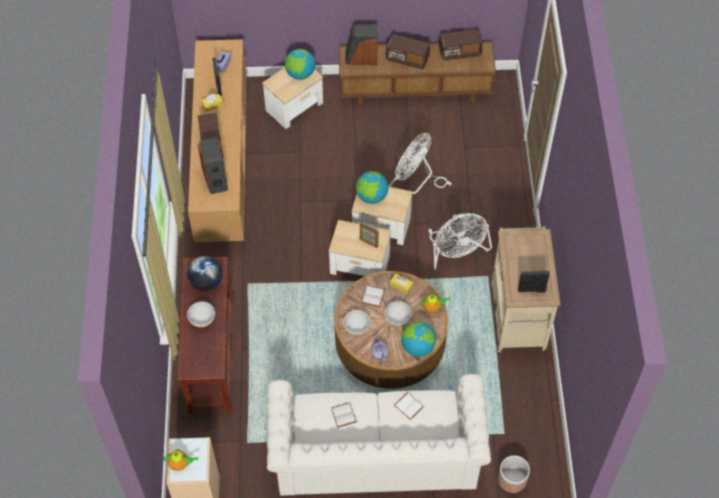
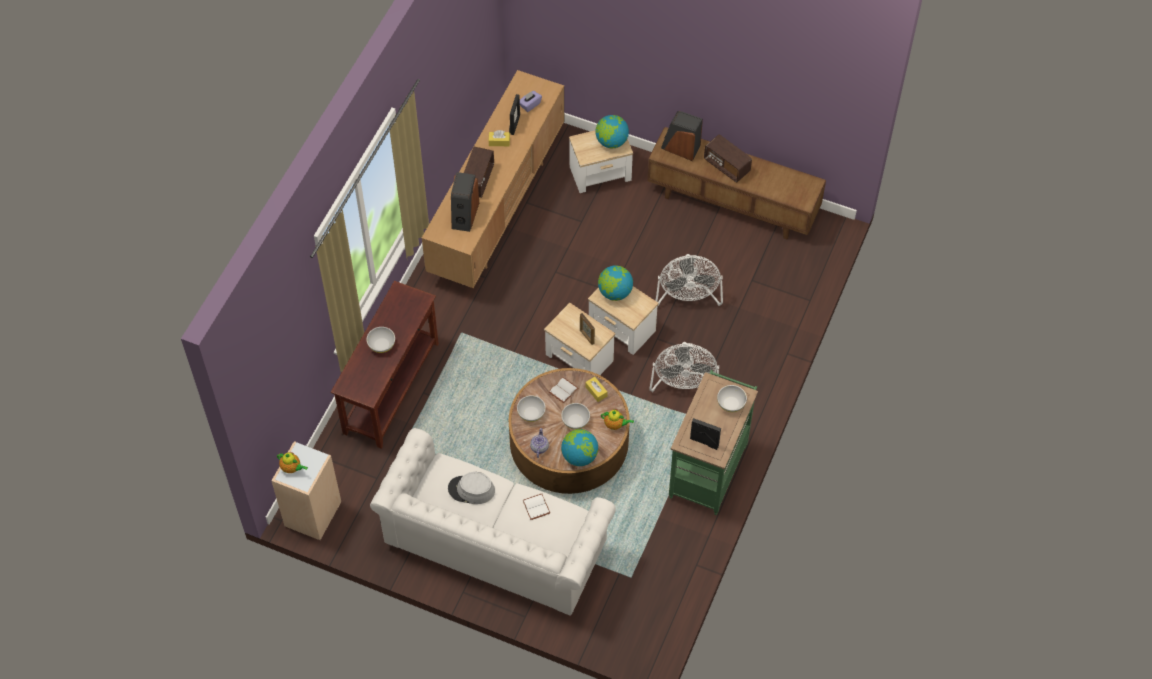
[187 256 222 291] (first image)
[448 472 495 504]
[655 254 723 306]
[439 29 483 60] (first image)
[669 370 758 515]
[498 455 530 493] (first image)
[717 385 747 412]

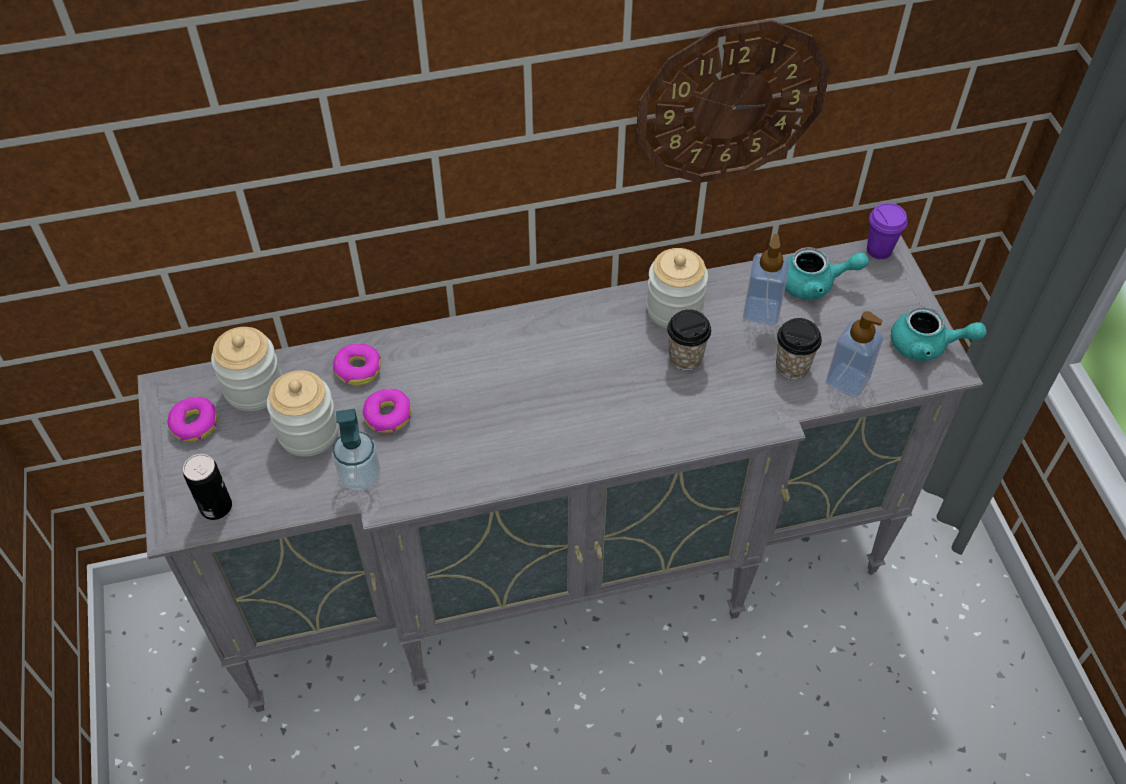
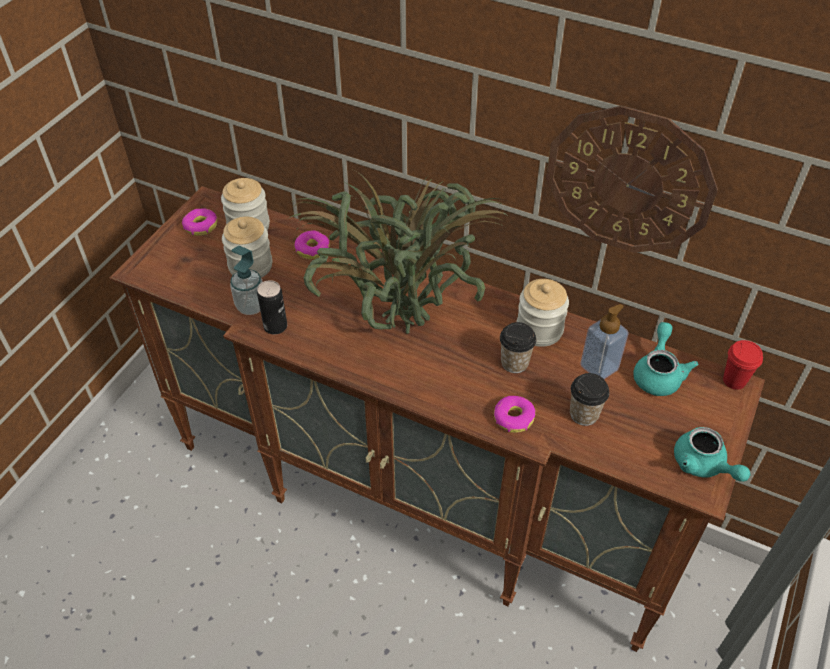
[109 186 765 652]
[257 280 287 335]
[494 396 535 433]
[633 322 698 396]
[826 311 884 398] (first image)
[723 340 763 390]
[289 172 510 334]

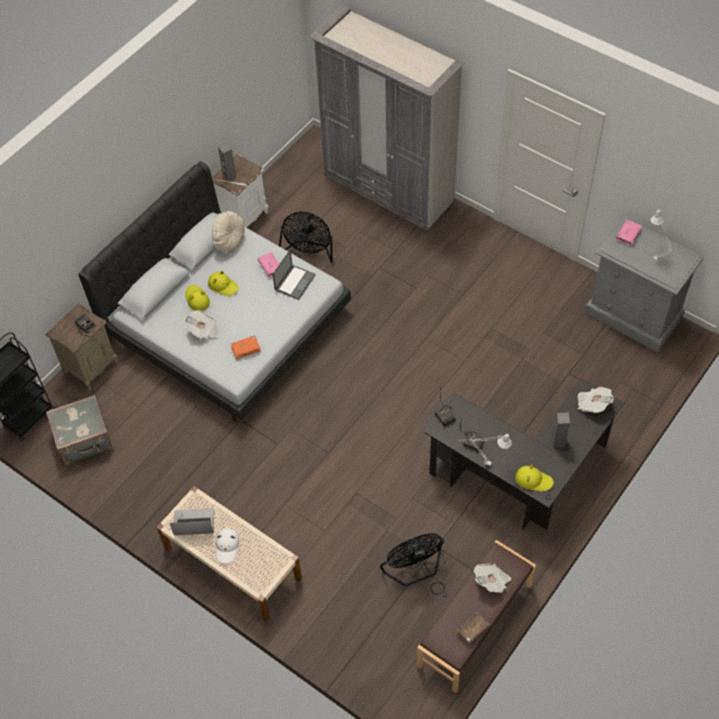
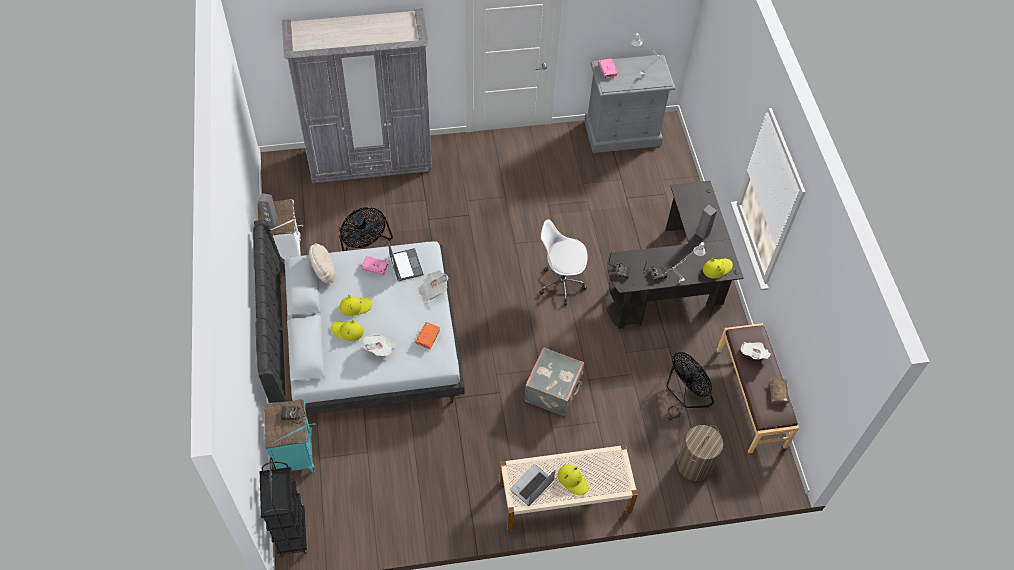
[264 399 316 472]
[524 347 585 416]
[558 464 589 495]
[667 352 714 420]
[417 270 449 301]
[539 219 588 306]
[677 425 723 481]

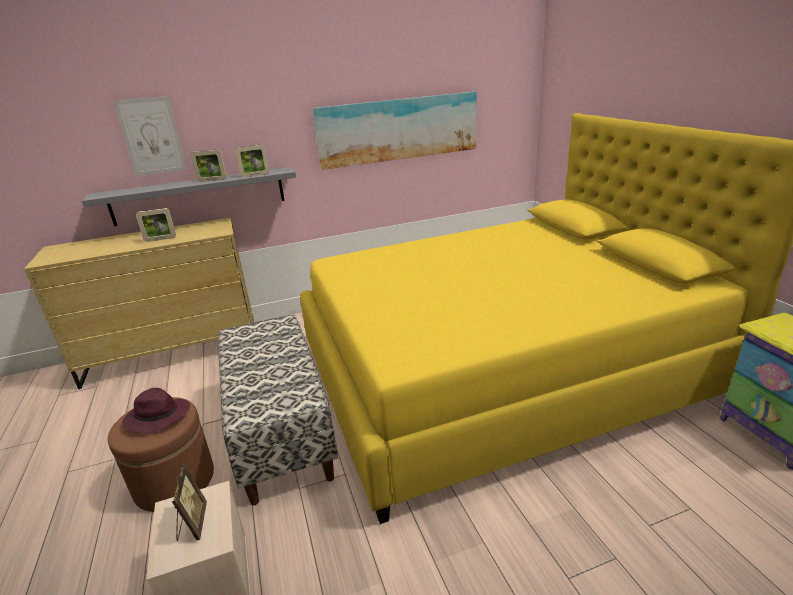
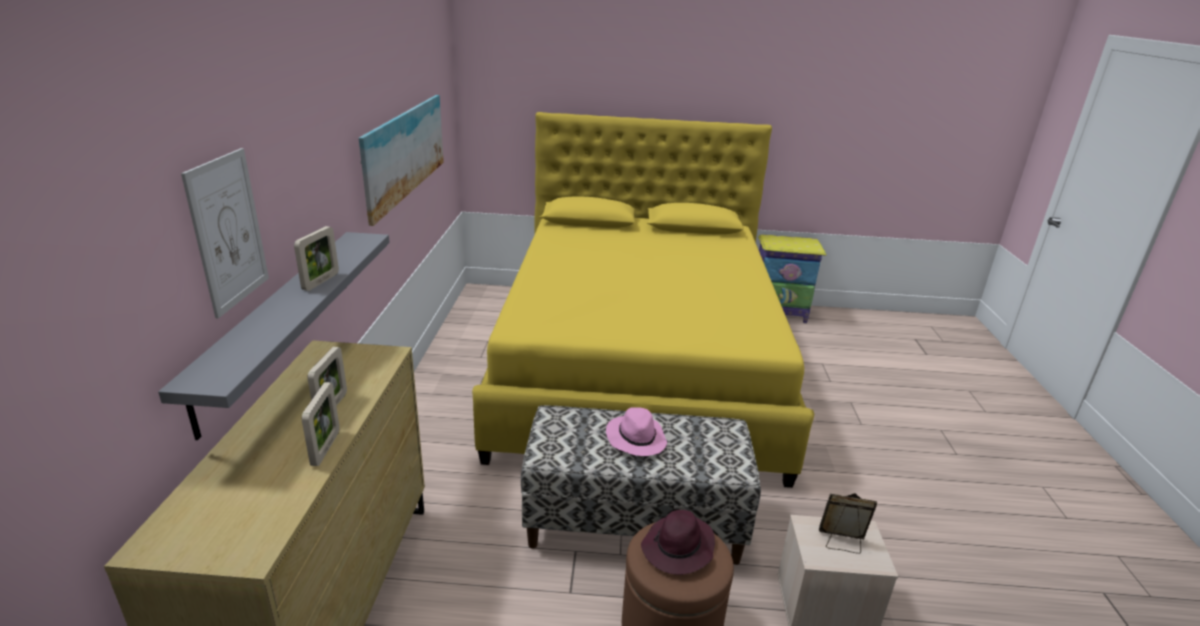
[302 382 340 466]
[606 407 667 456]

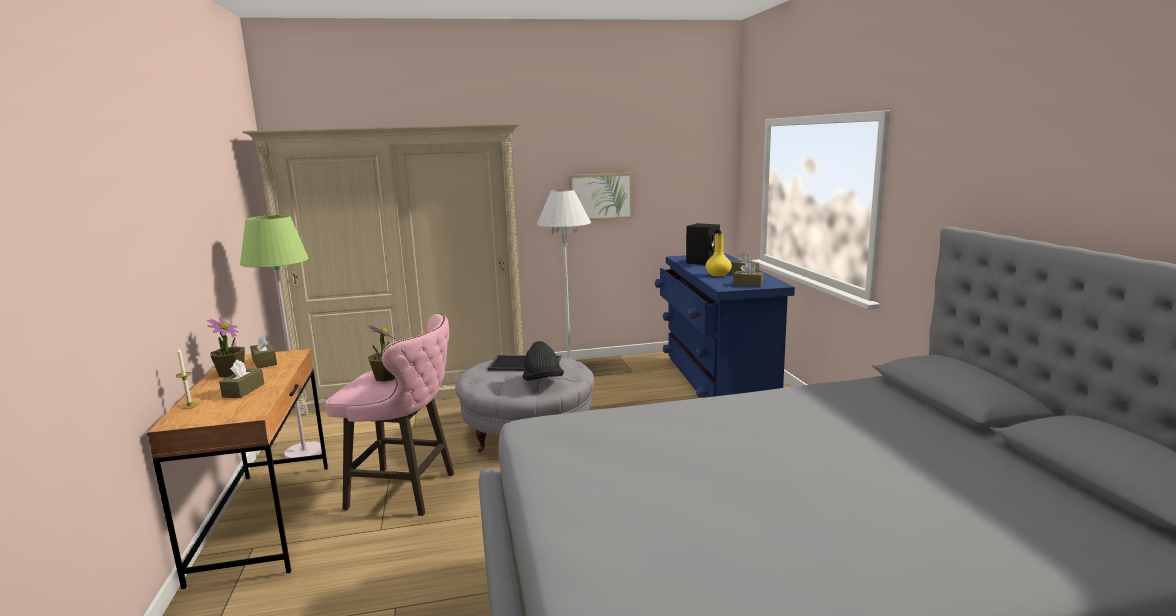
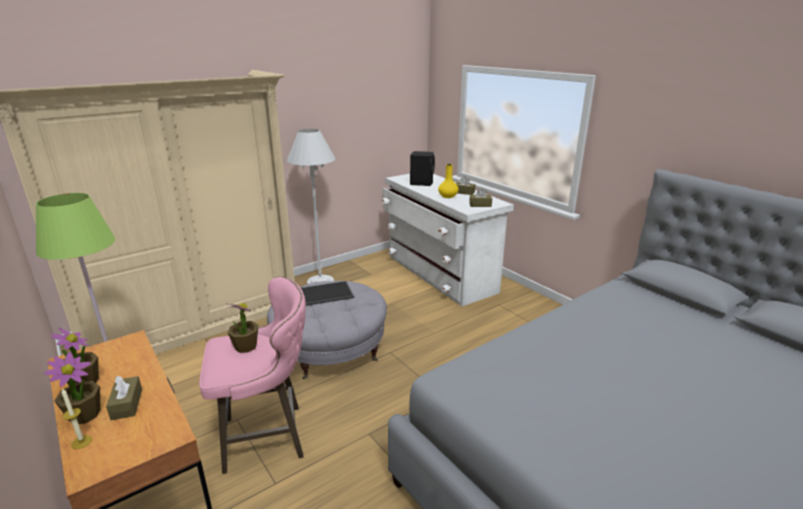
[250 334 277 369] (first image)
[522 341 564 381] (first image)
[569 173 633 221] (first image)
[382 174 514 306]
[44 352 101 424]

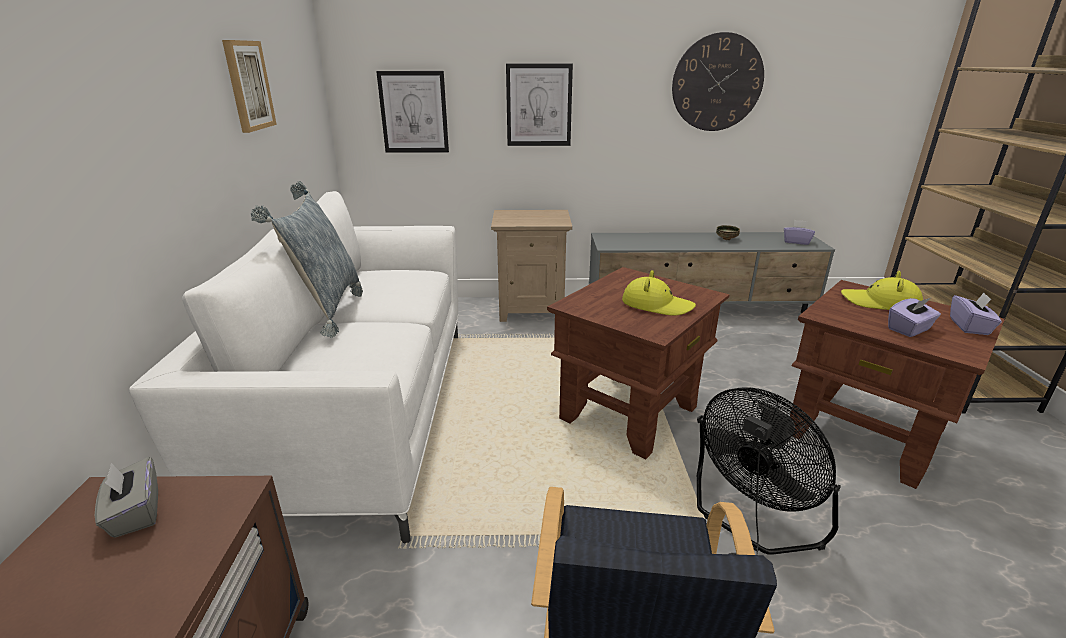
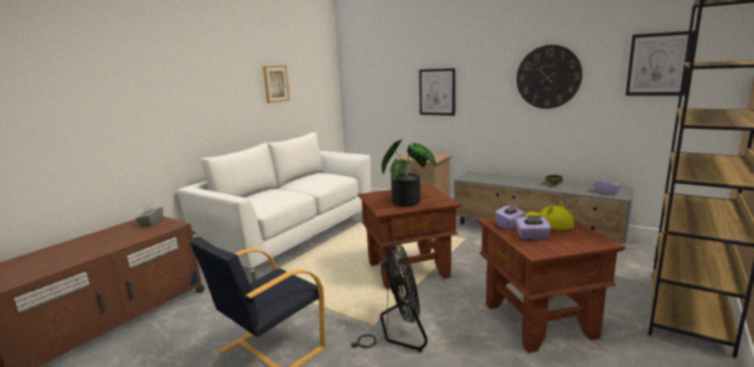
[251 181 363 338] (first image)
[625 31 695 96]
[381 140 436 207]
[495 204 526 229]

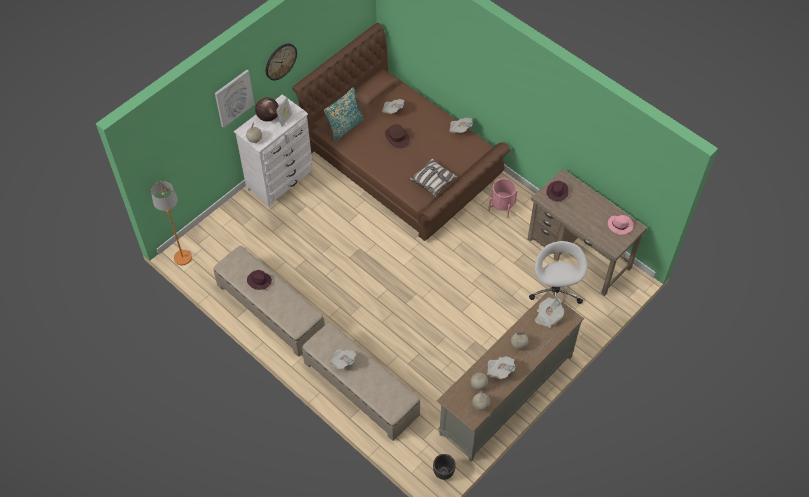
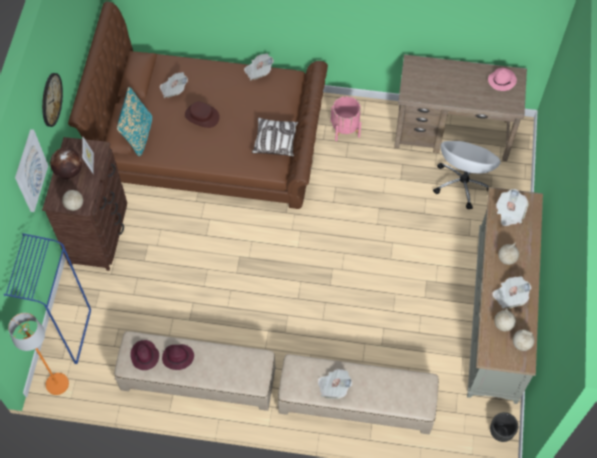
[42 137 127 271]
[433 141 501 209]
[130 340 159 370]
[4 233 91 364]

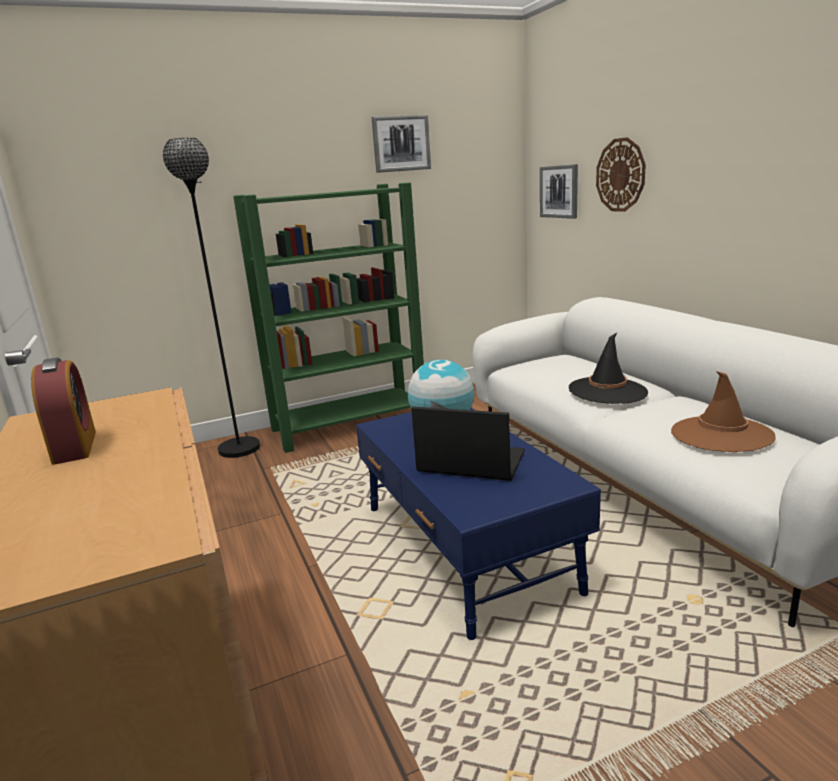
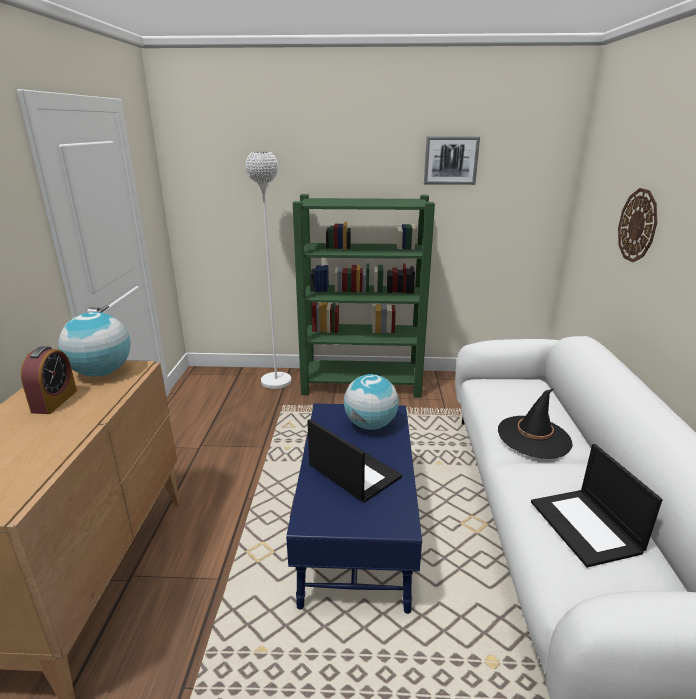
[245 152 291 389]
[540 164 578 219] (first image)
[531 444 663 567]
[58 312 130 377]

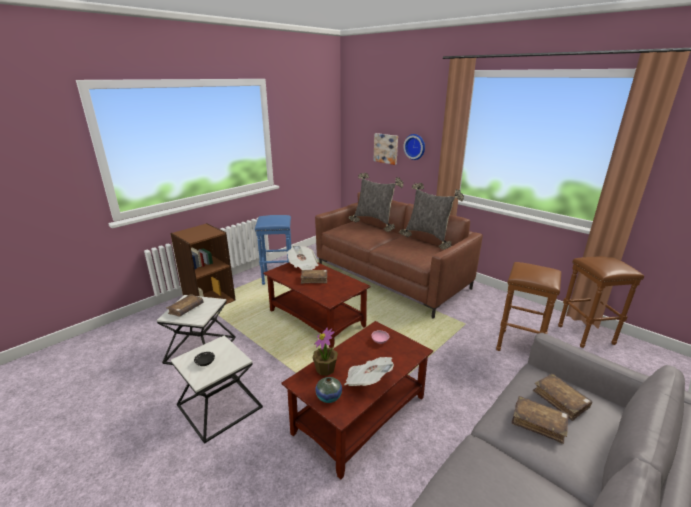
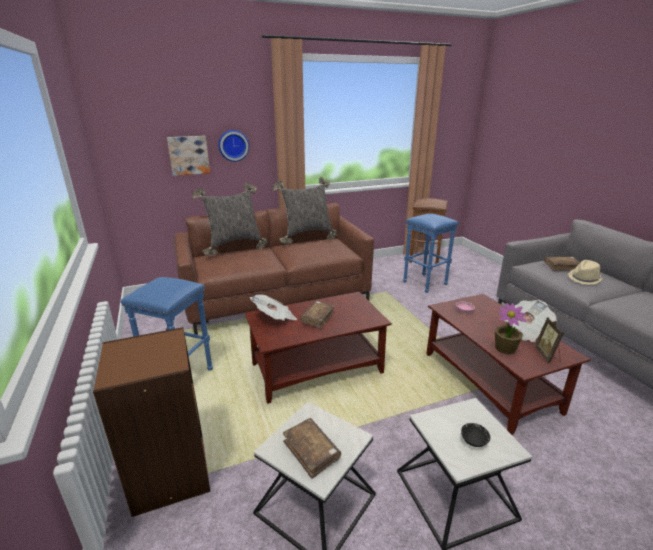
[535 317 564 363]
[403 213 458 293]
[568 260 603 285]

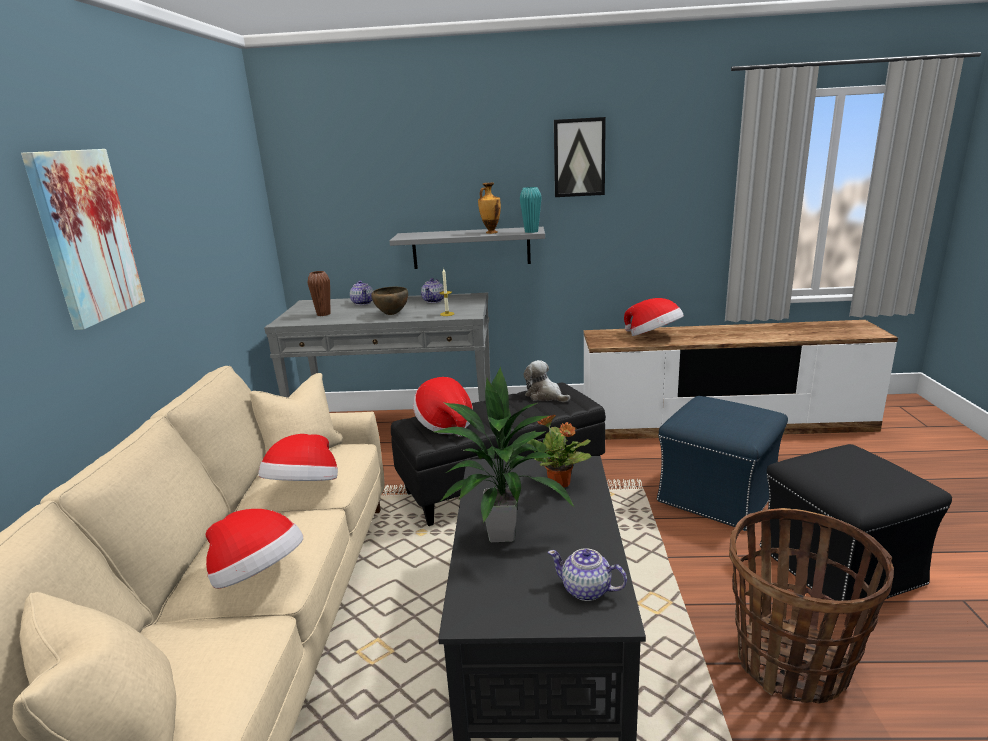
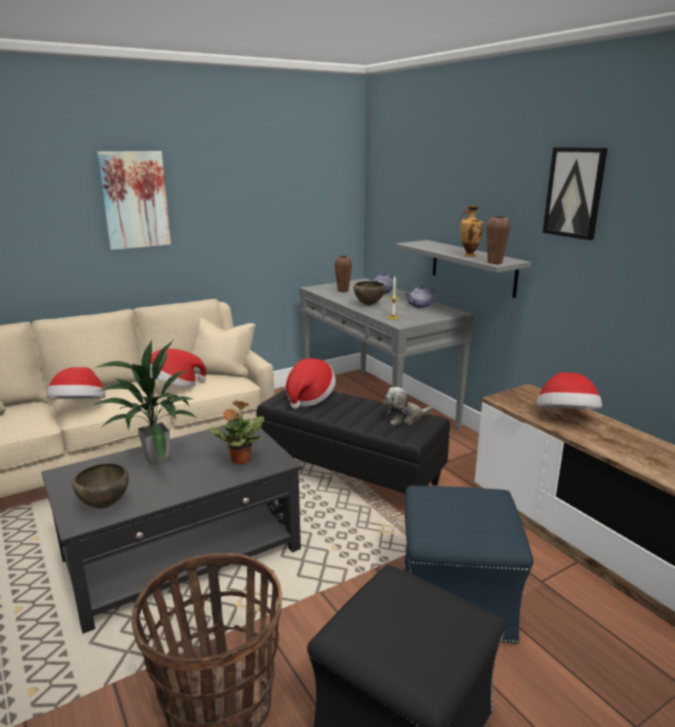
[487 216 510 264]
[384 387 432 426]
[72 463 129 508]

